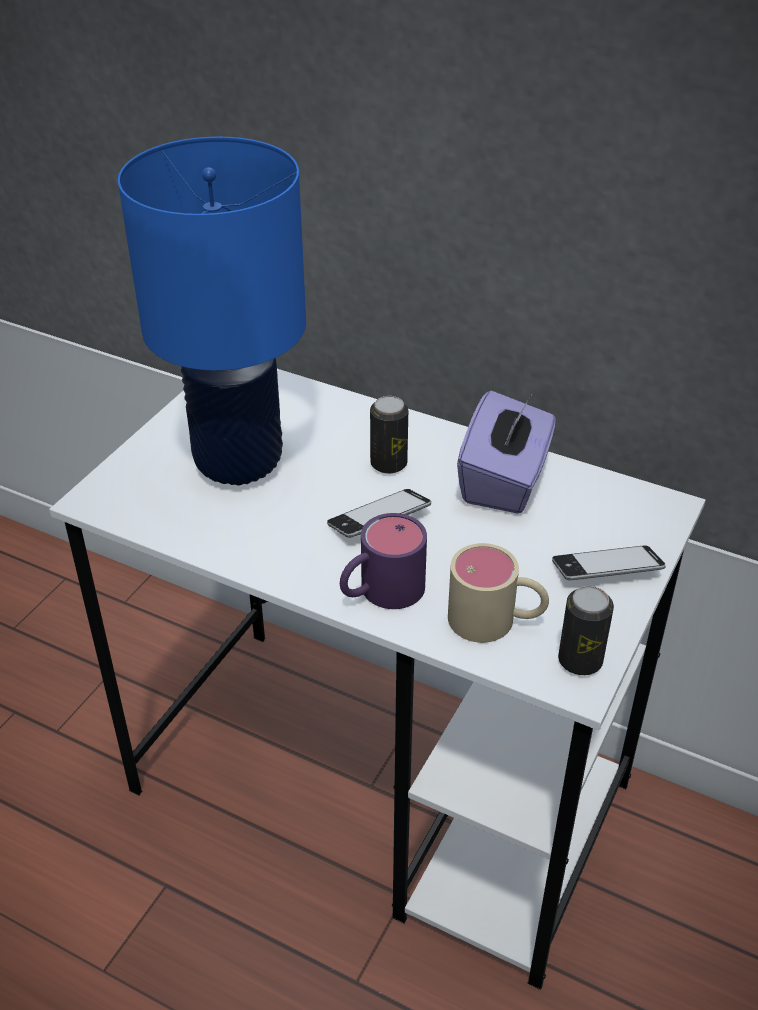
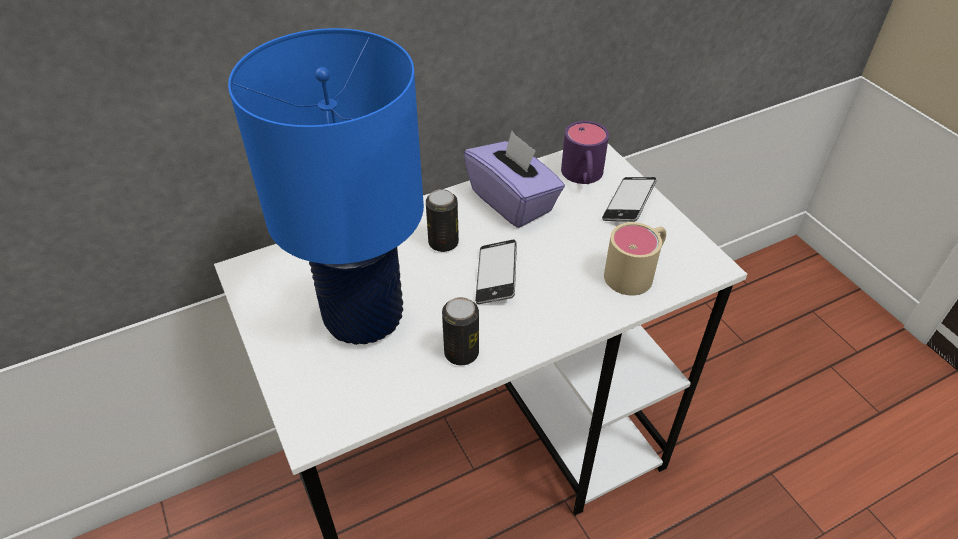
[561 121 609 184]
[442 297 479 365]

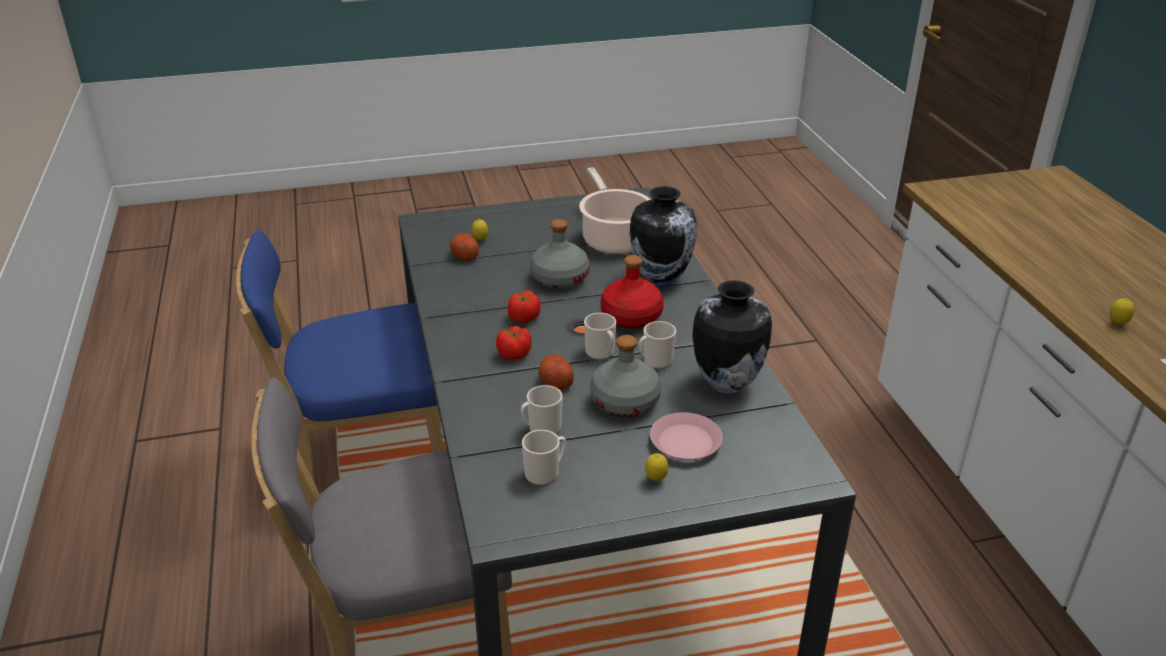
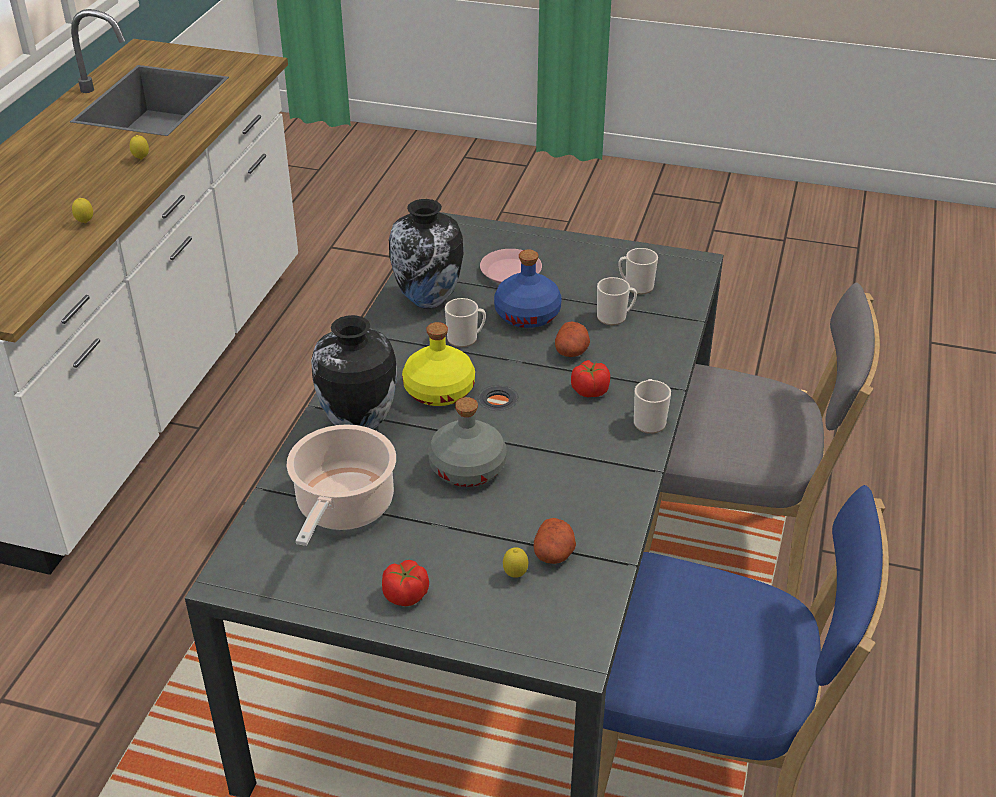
[382 560 429 606]
[634 379 671 434]
[494 250 562 328]
[402 322 475 406]
[72 198 93 223]

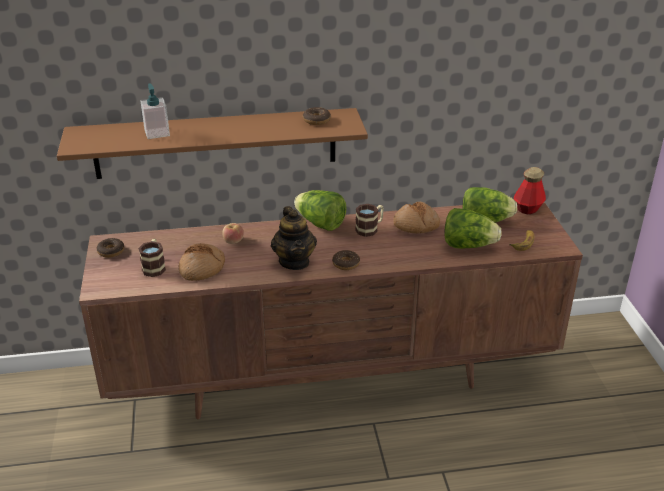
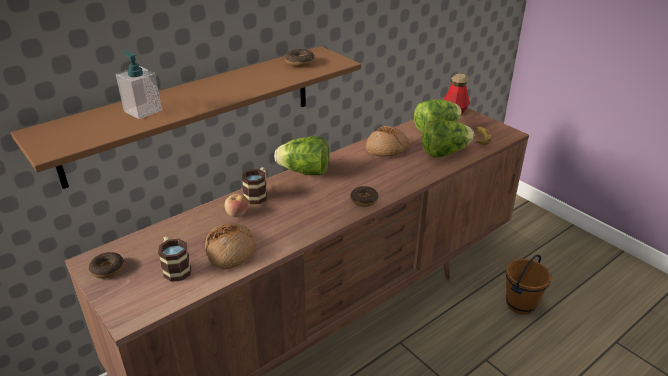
[271 206 317 270] (first image)
[242 167 267 204]
[506 254 552 315]

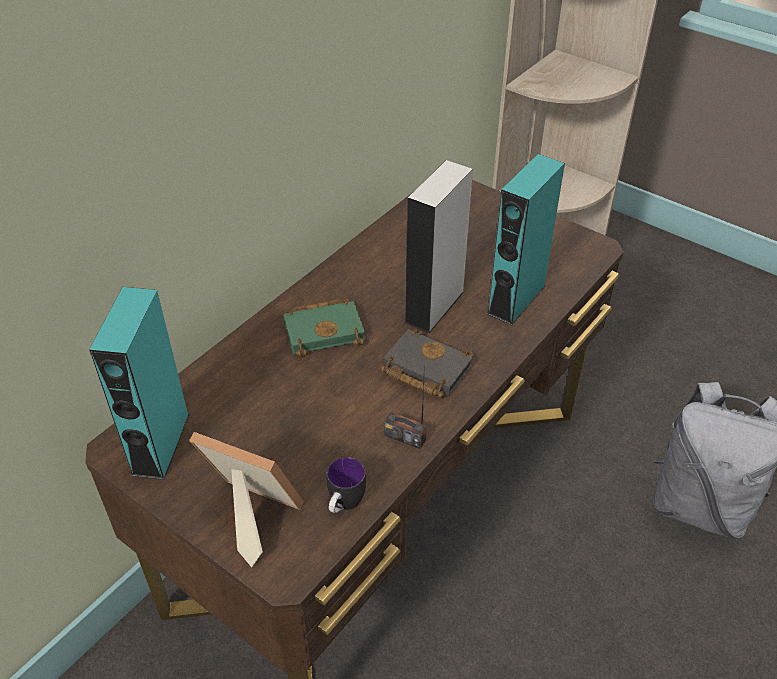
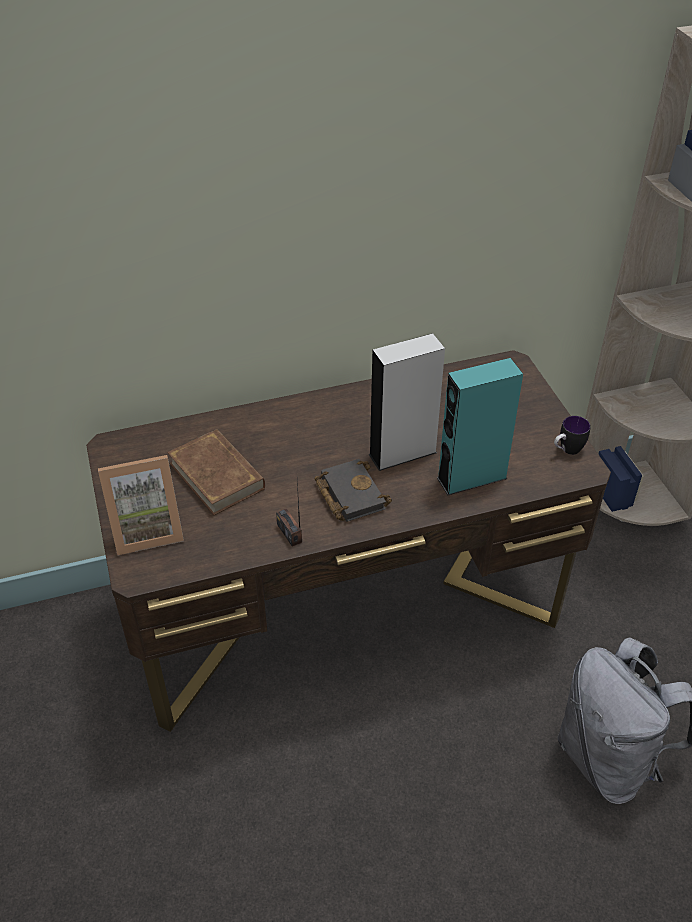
[89 287 190 480] (first image)
[98 455 184 555]
[284 299 365 356] (first image)
[554 416 591 455]
[167 429 265 515]

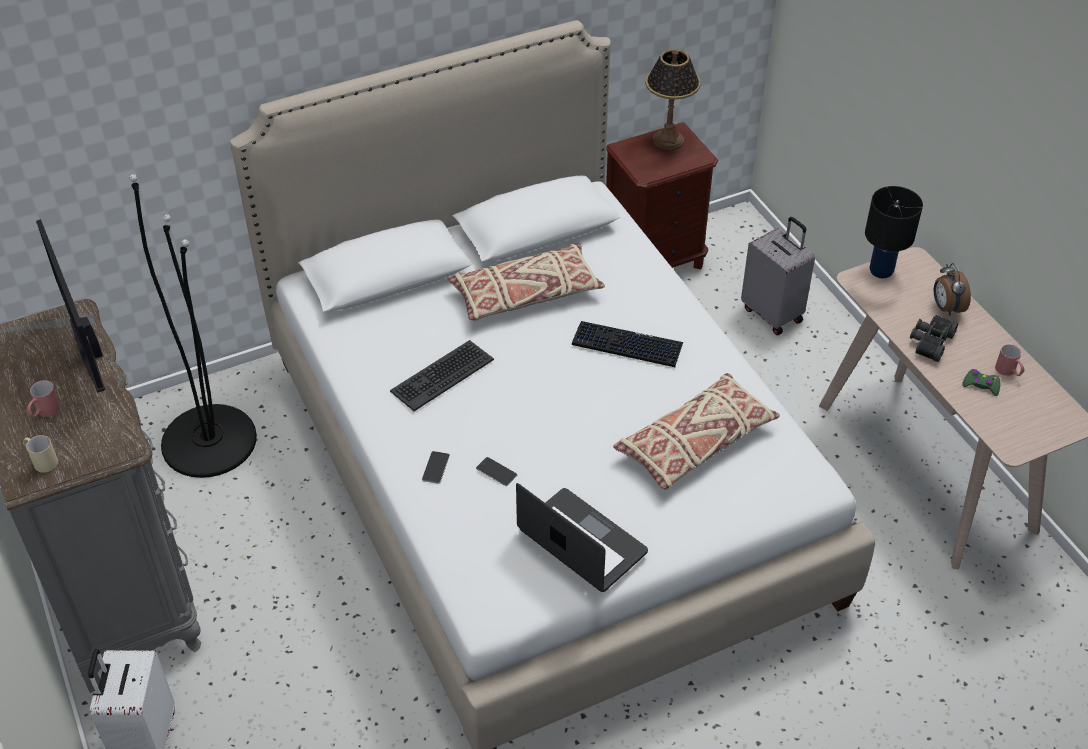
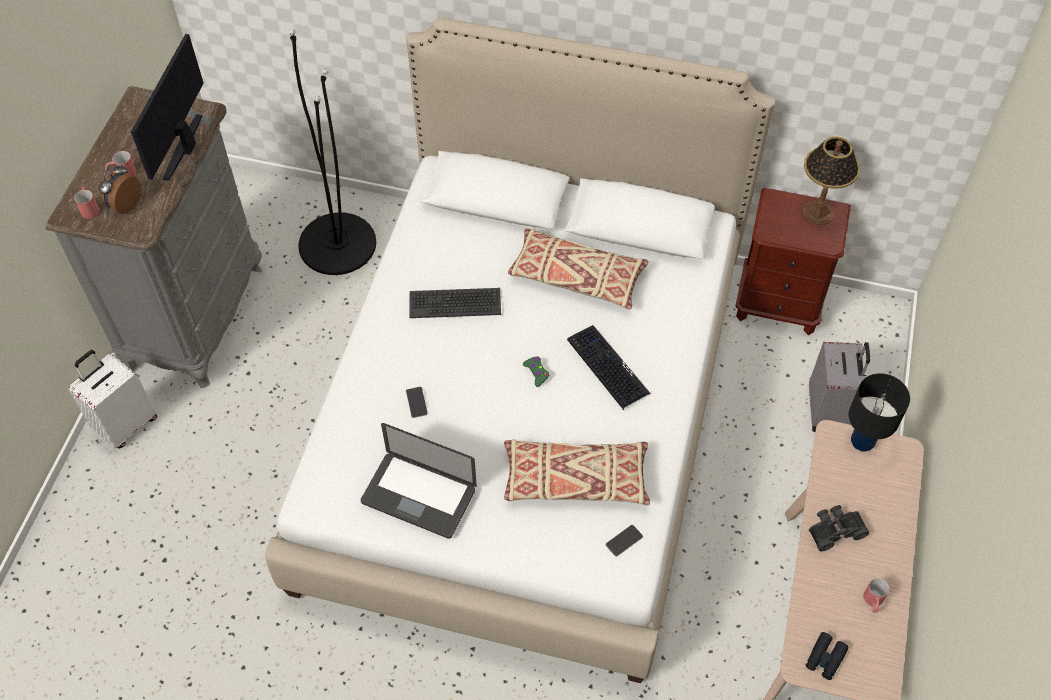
[74 187 99 219]
[605 525 643 557]
[361 423 477 539]
[99 164 141 214]
[523 357 549 387]
[806 632 849 680]

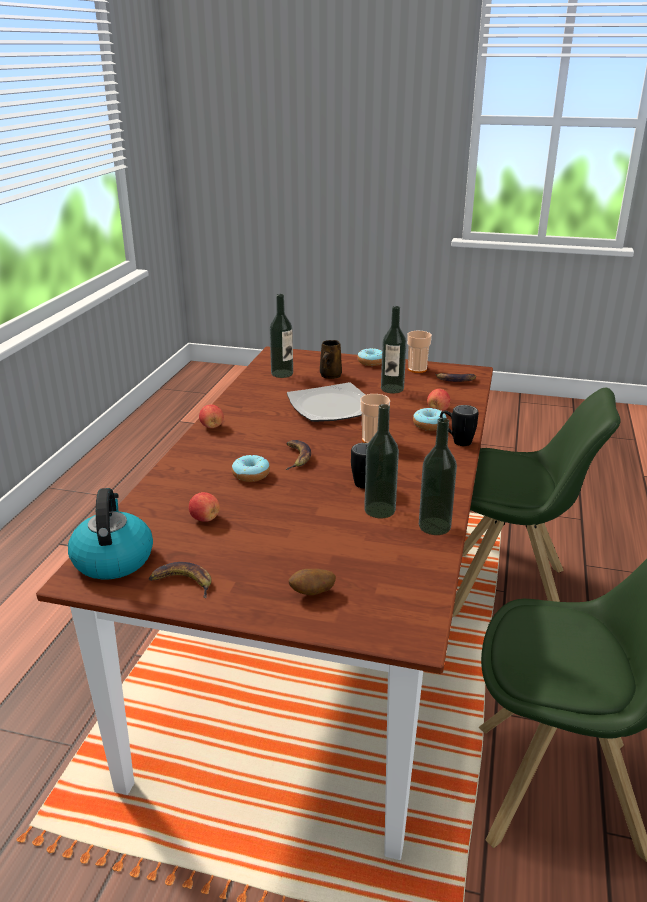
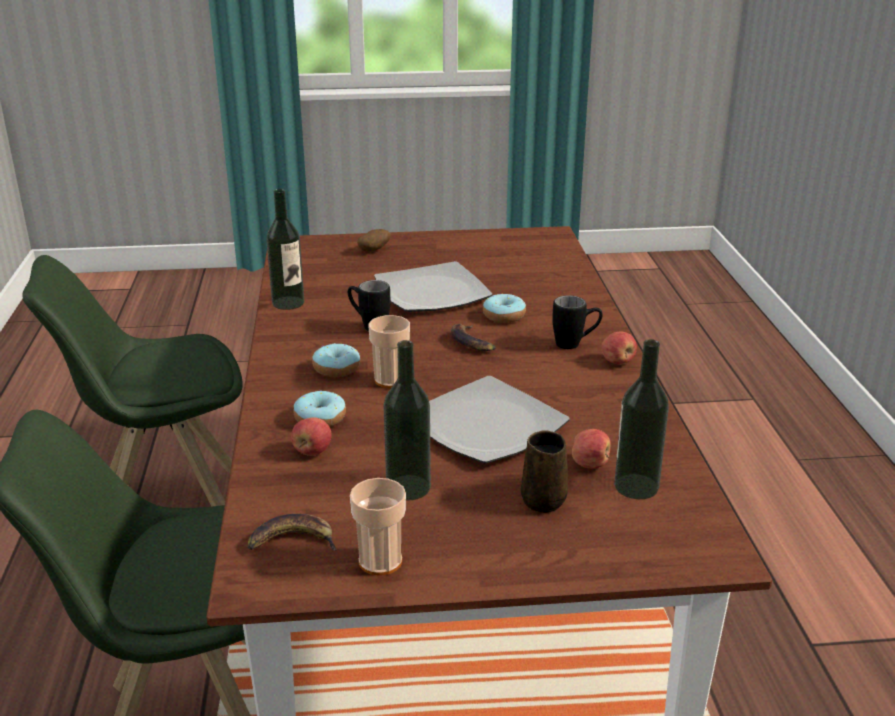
[68 488 153 580] (first image)
[149 562 212 598] (first image)
[572 429 611 469]
[312 343 360 377]
[364 404 399 518] (first image)
[552 295 602 349]
[374 261 493 312]

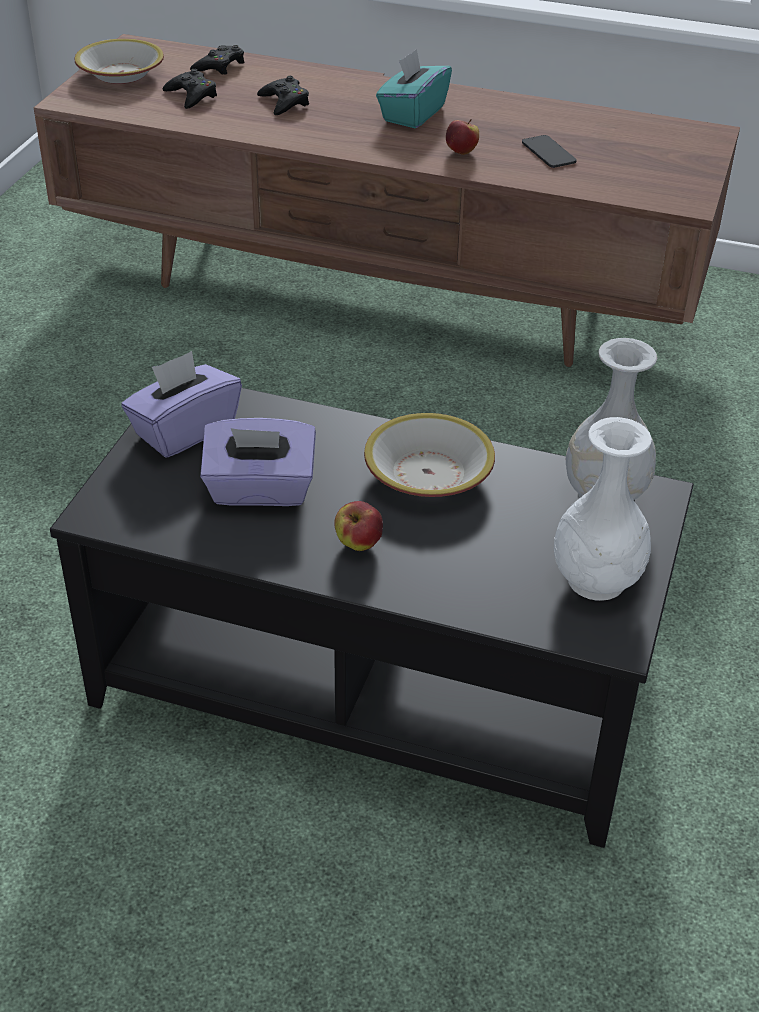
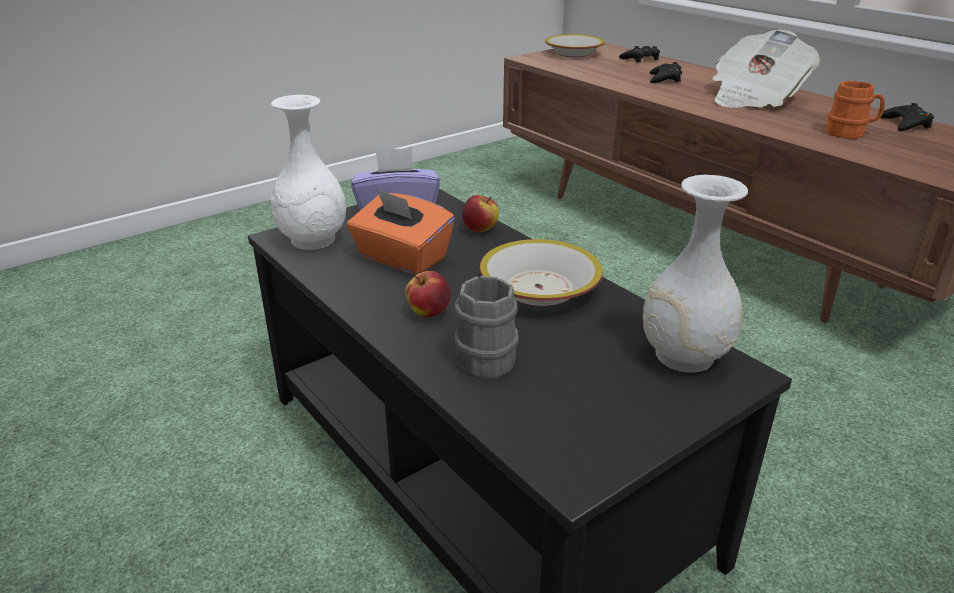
[881 103 934 131]
[347 189 455 275]
[712 30 820 108]
[462 195 499 232]
[825 81 885 139]
[271 95 346 250]
[454 276 519 379]

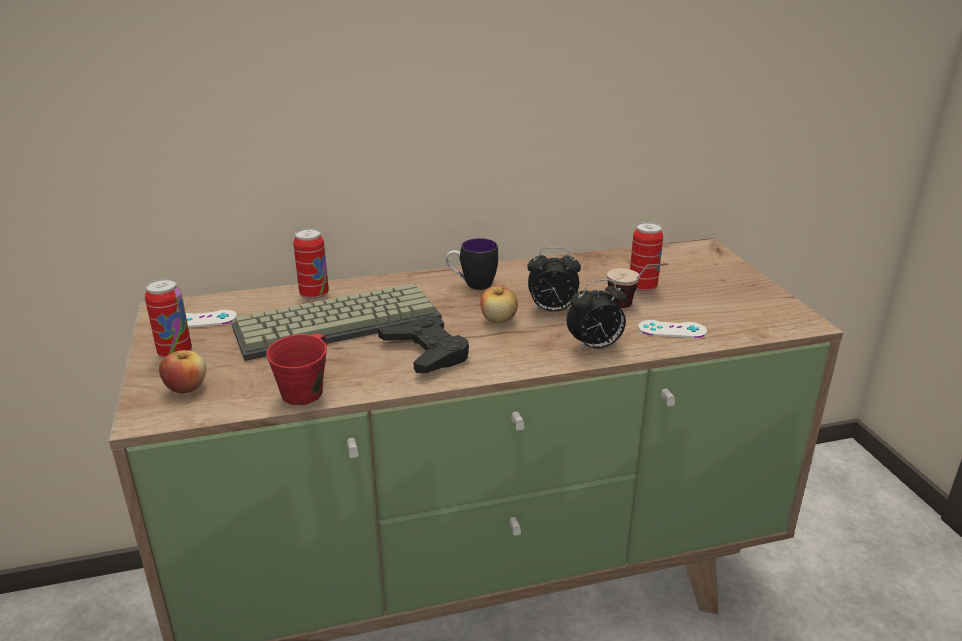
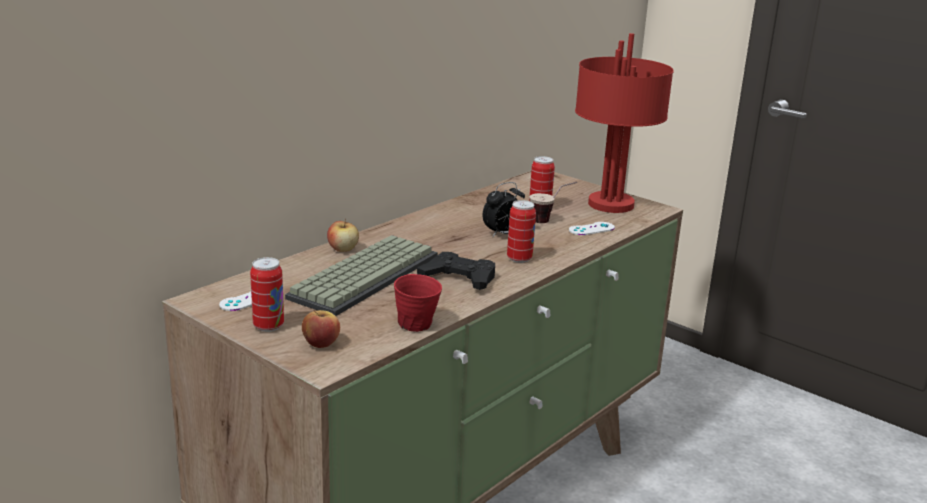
[507 200 536 263]
[446 238 498 290] (first image)
[327 219 359 252]
[567 279 627 352] (first image)
[575 33 674 213]

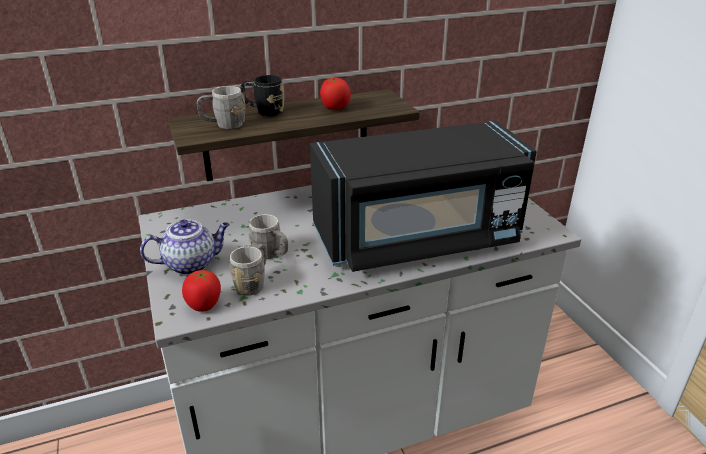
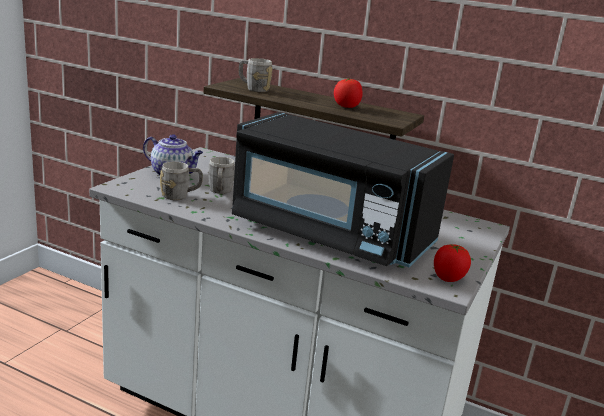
[434 244 471 282]
[240 75 284 116] (first image)

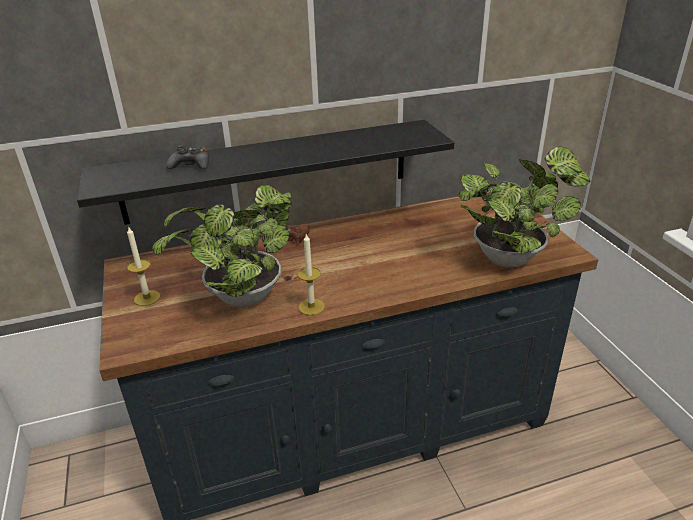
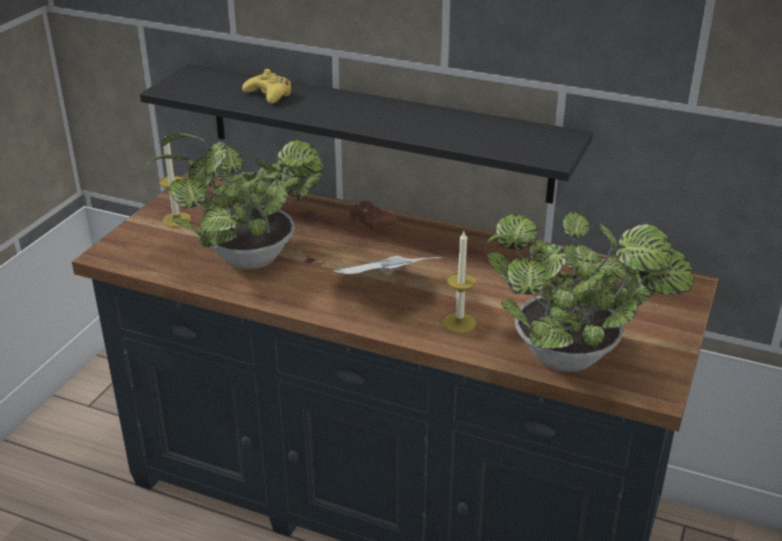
[242 69 292 104]
[443 231 476 333]
[333 256 443 275]

